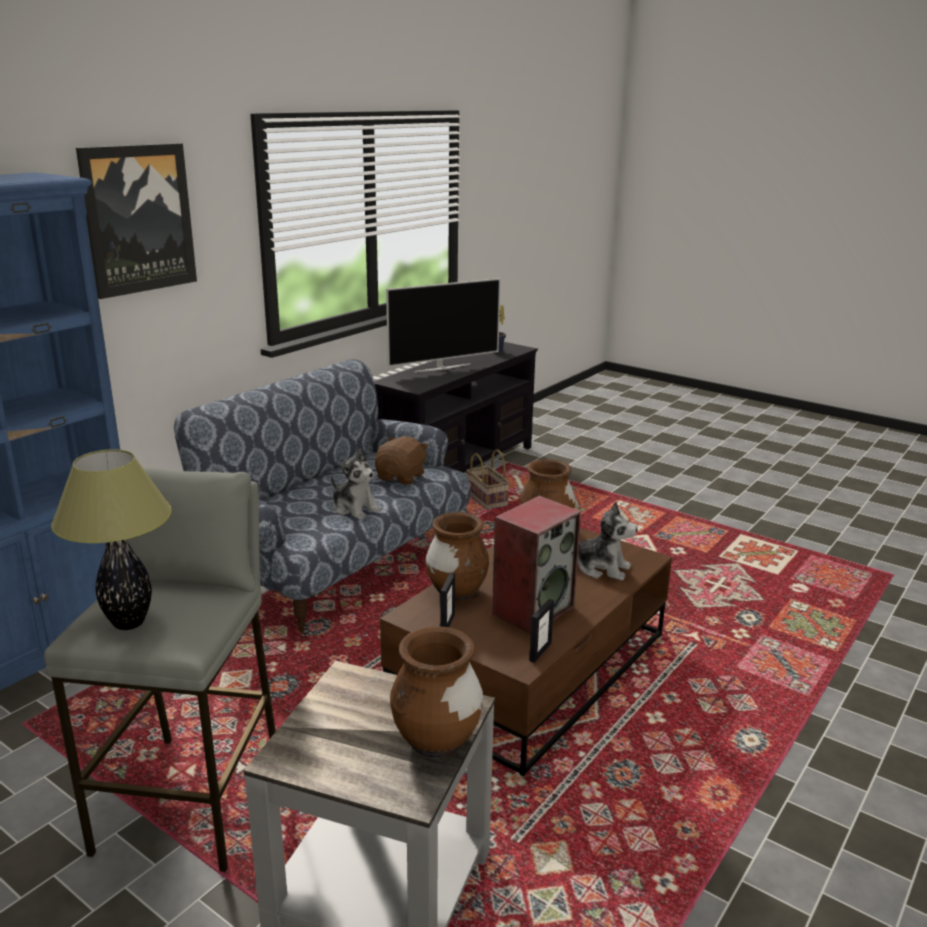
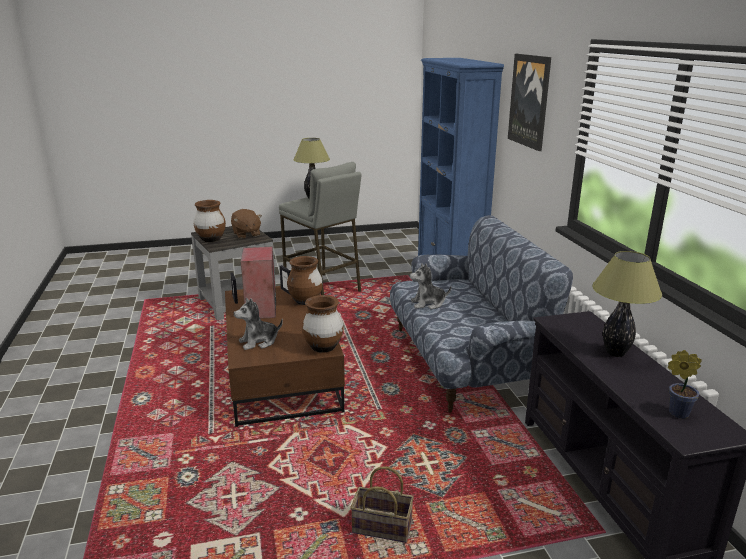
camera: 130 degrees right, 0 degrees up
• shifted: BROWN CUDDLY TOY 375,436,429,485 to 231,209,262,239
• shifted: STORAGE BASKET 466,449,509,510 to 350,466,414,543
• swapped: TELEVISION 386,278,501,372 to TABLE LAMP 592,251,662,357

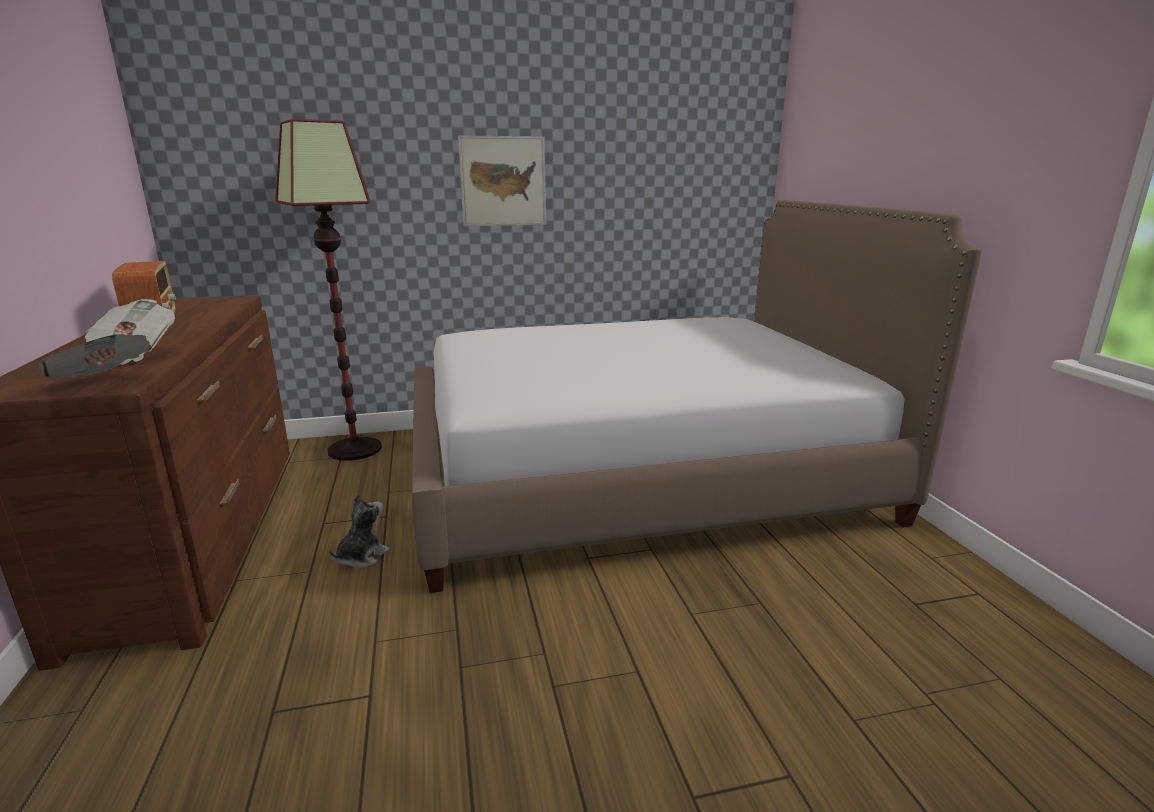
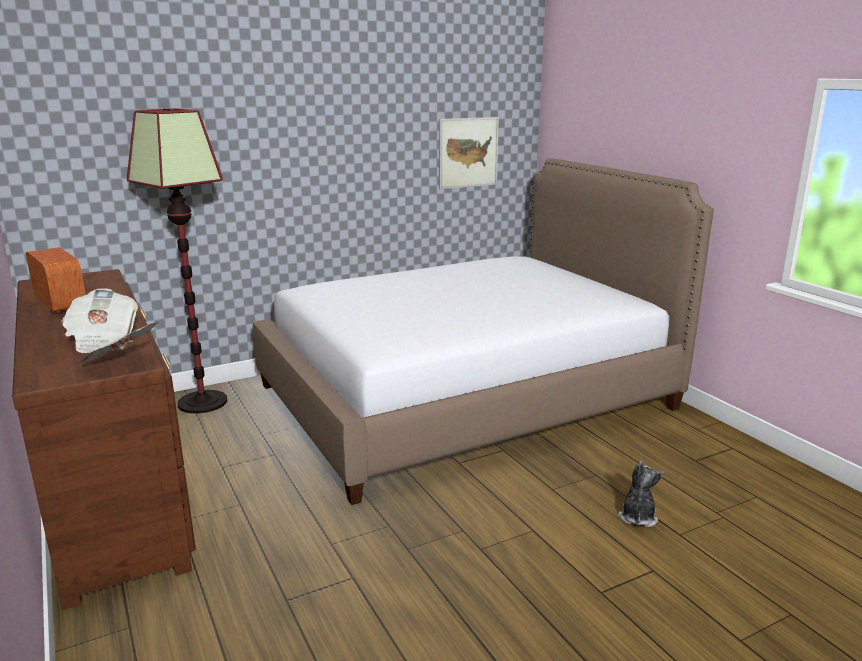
camera: 15 degrees left, 0 degrees up
• shifted: WALL ART 458,135,546,226 to 439,117,499,189
• shifted: CUDDLY TOY 329,494,390,569 to 618,460,664,527

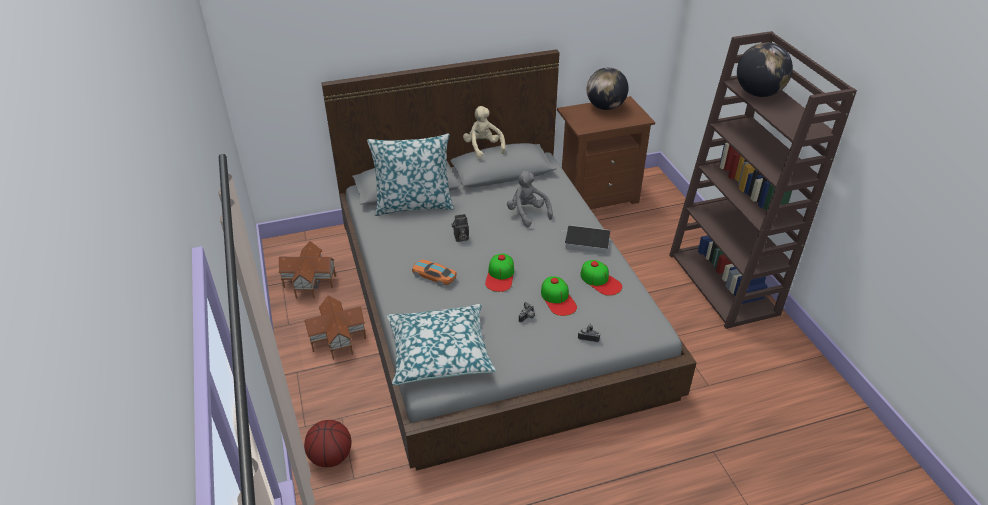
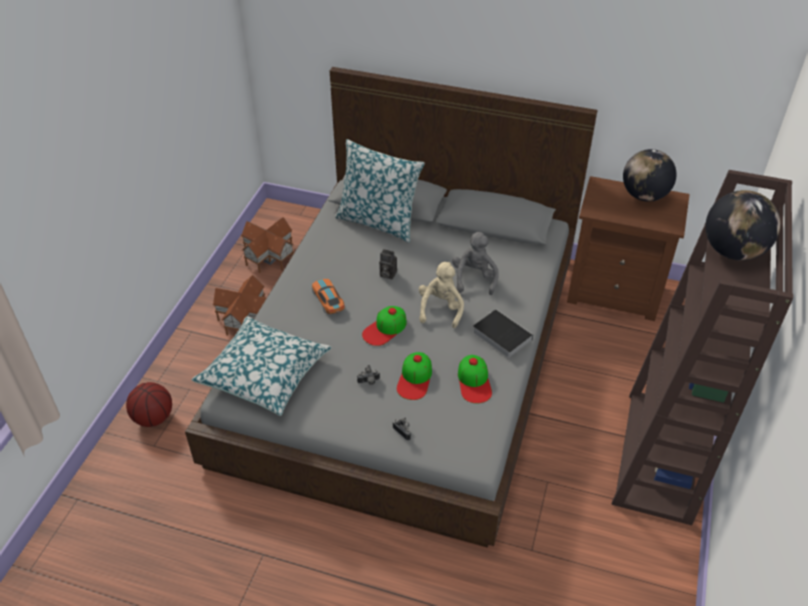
camera: 35 degrees right, 5 degrees up
• shifted: SAND-COLOURED CUDDLY TOY 463,106,505,159 to 419,262,464,328

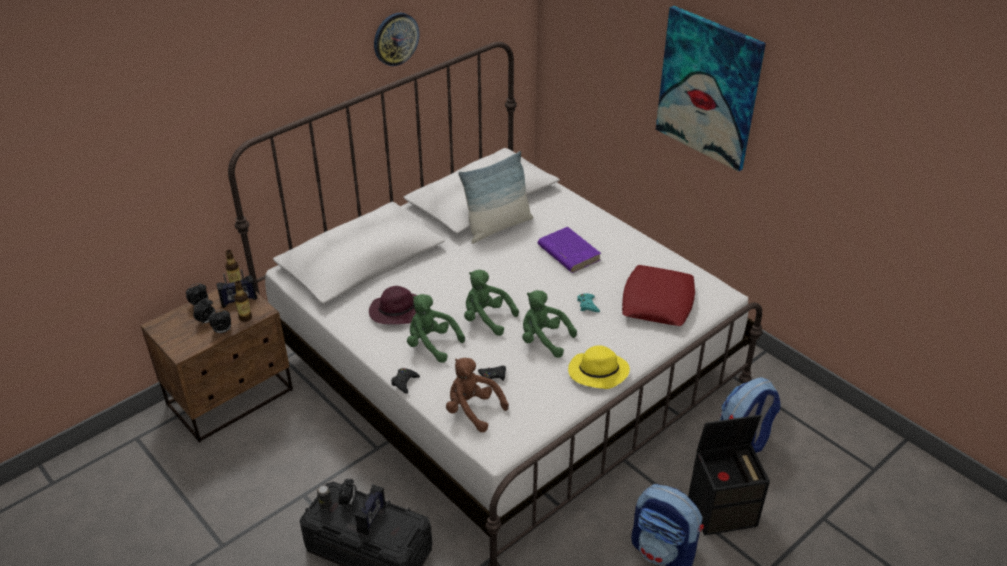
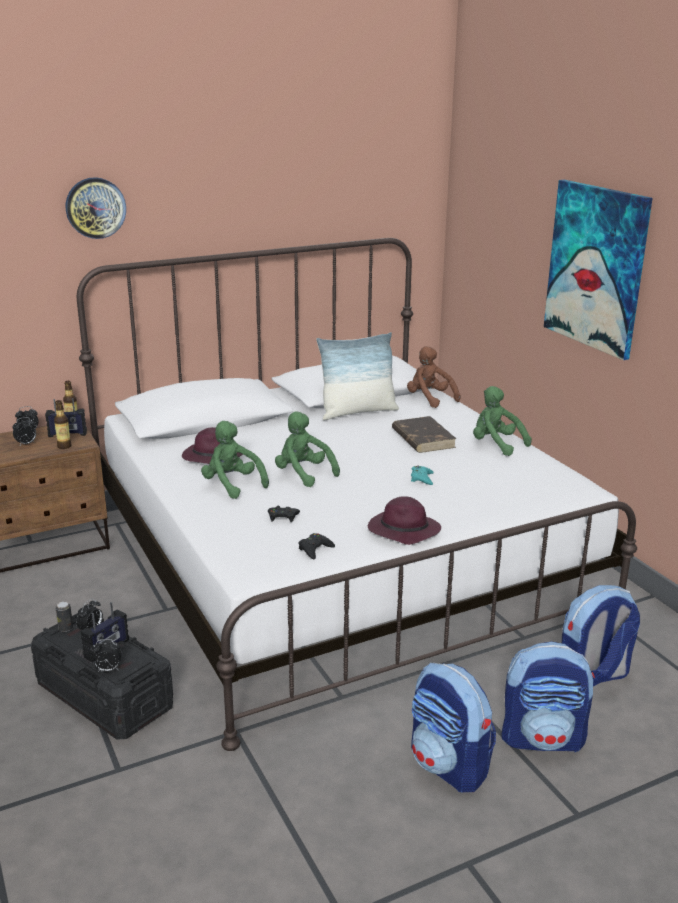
camera: 15 degrees right, 15 degrees down
• shifted: WALL CLOCK 374,13,419,66 to 66,177,126,239
• shifted: TABLE CLOCK 208,310,231,333 to 91,639,122,672
• shifted: BLACKISH JOYPAD 391,368,420,394 to 299,533,335,559
• repainted: YELLOWISH WEARABLE HAT 568,345,630,389 to PURPLE WEARABLE HAT 368,496,441,545
• repainted: PURPLE VOLUME 538,227,601,273 to BROWN VOLUME 392,416,456,453
• shifted: BROWN CUDDLY TOY 446,358,509,432 to 407,346,461,408
• shifted: GREEN CUDDLY TOY 522,290,577,358 to 473,386,532,456
• swapped: BLACKISH STORAGE BIN 688,415,770,535 to KNAPSACK 501,641,595,752
• gone: RED-COLOURED PILLOW 622,265,695,326

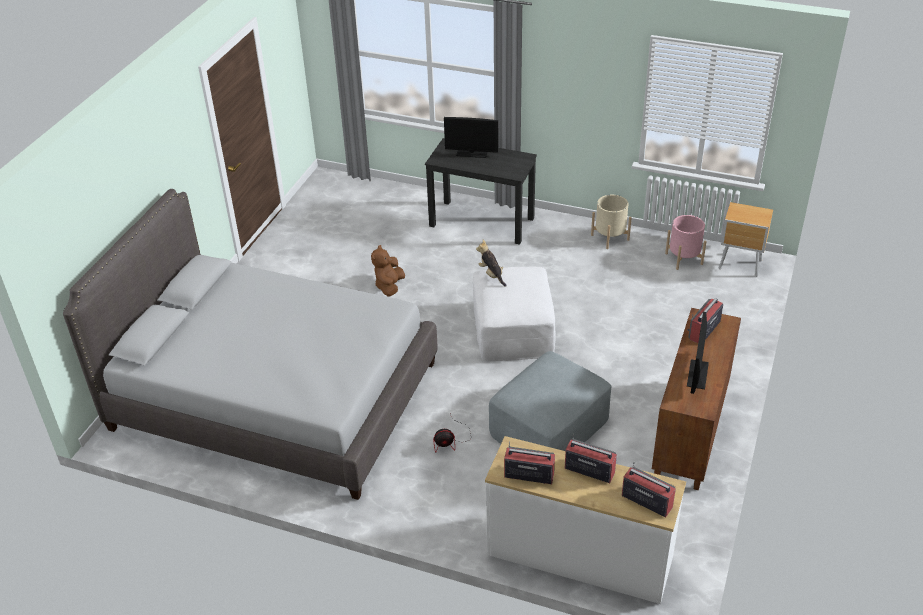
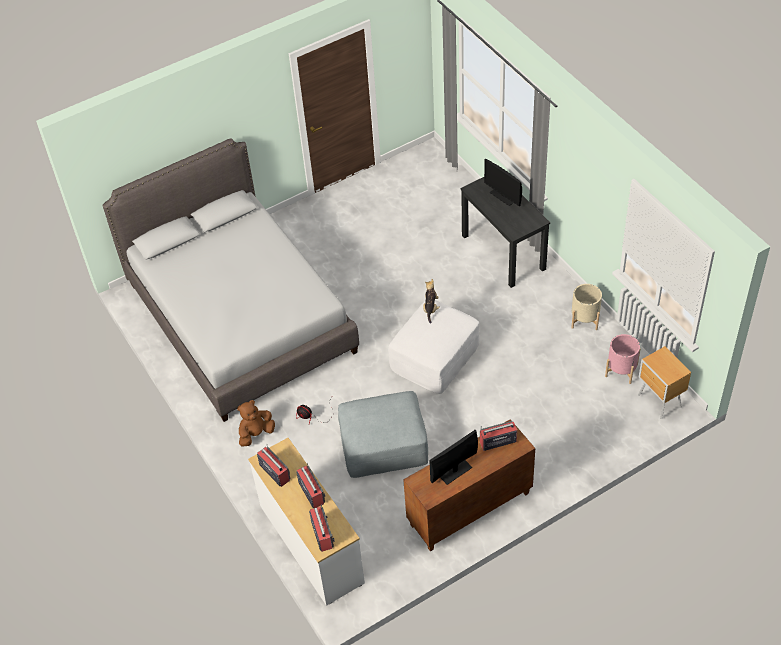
camera: 40 degrees right, 10 degrees up
• shifted: BROWN CUDDLY TOY 371,245,405,297 to 237,400,275,447

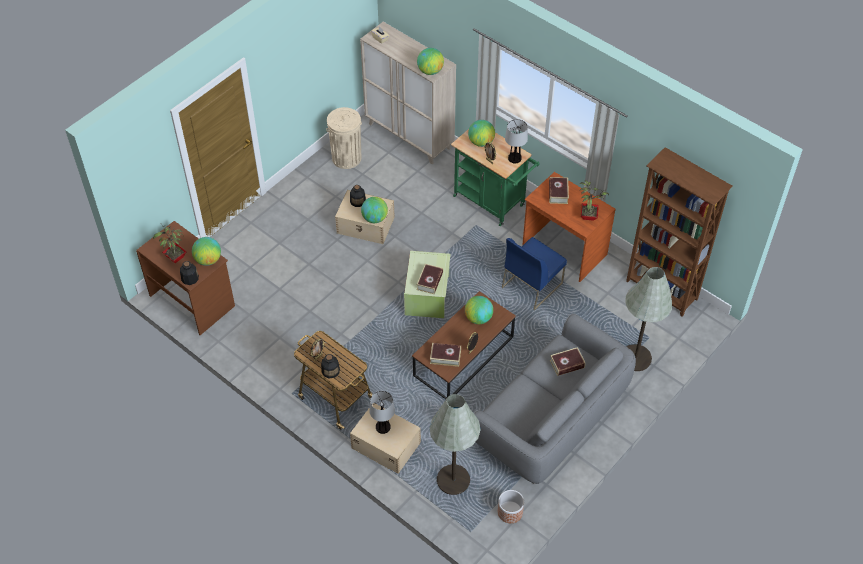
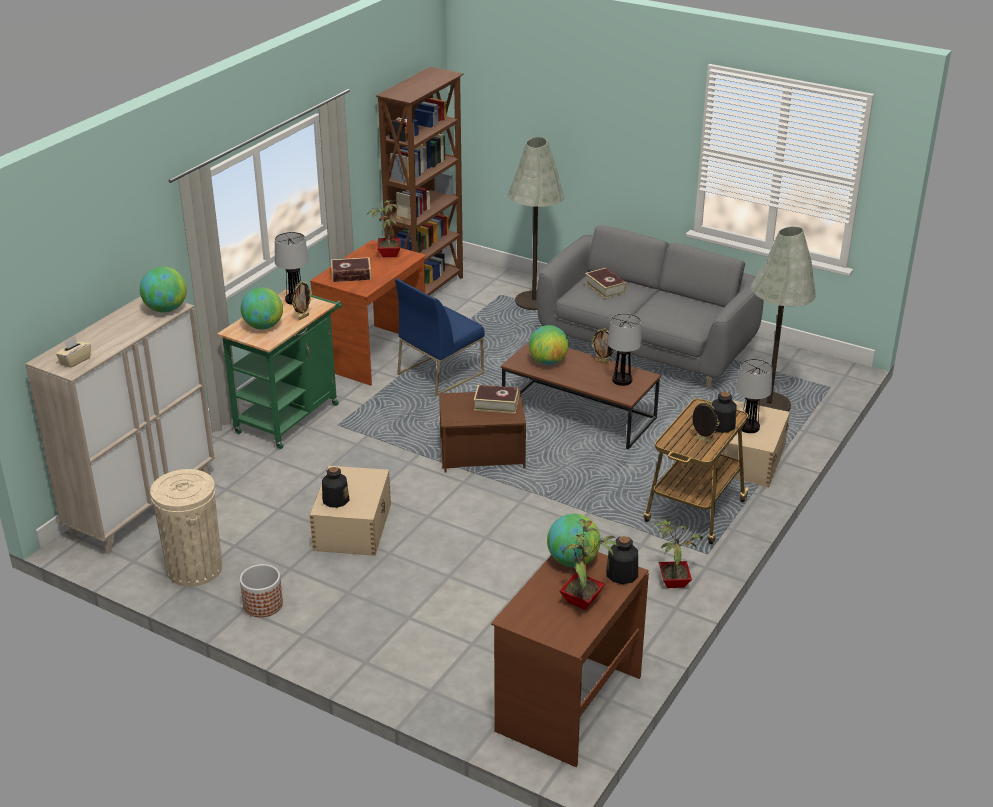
camera: 100 degrees left, 20 degrees down
• shifted: FLOWER POT 498,490,524,523 to 240,564,283,617
• rotated: BLUE UPRIGHT CHAIR 502,237,567,310 = 395,279,485,396 105 degrees clockwise
• repainted: GREEN STORAGE BIN 404,251,451,318 to BROWN STORAGE BIN 439,390,526,473
• swapped: VOLUME 430,343,461,367 to TABLE LAMP 607,313,642,386
• new: PLANT IN A POT 653,519,703,588
• gone: WORLD GLOBE 361,197,388,223

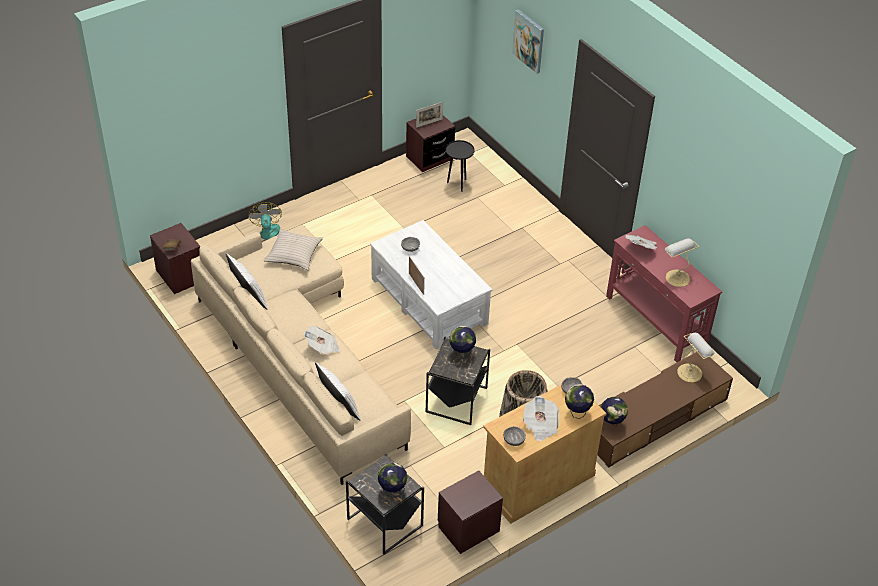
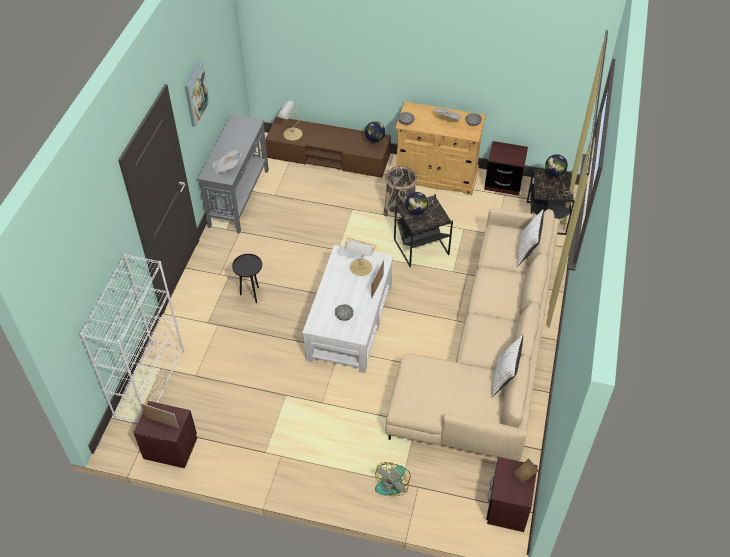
camera: 130 degrees left, 5 degrees up
• new: WHITE-COLOURED BOOKCASE 80,254,184,422
• shifted: WALL ART 512,9,544,74 to 185,60,210,127
• repainted: RED-COLOURED HALL TABLE 606,225,722,362 to GREY HALL TABLE 197,114,269,234
• shifted: BLACKISH ACCENT TABLE 446,140,474,192 to 232,254,262,303
• shifted: TABLE LAMP 665,238,699,287 to 344,238,377,276
• gone: SAND-COLOURED PILLOW 263,229,323,270
• gone: DAILY PAPER 303,326,341,354
• gone: WORLD GLOBE 565,384,594,419

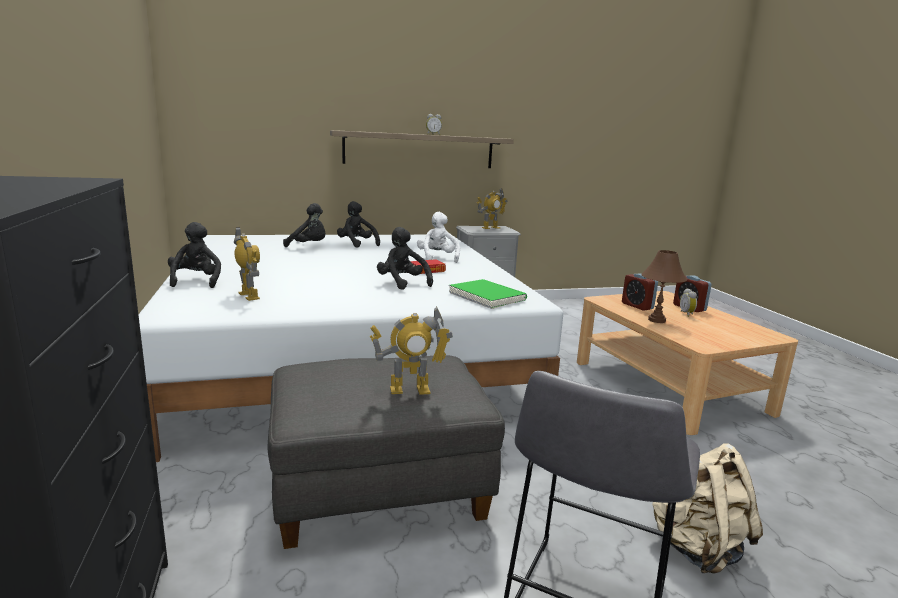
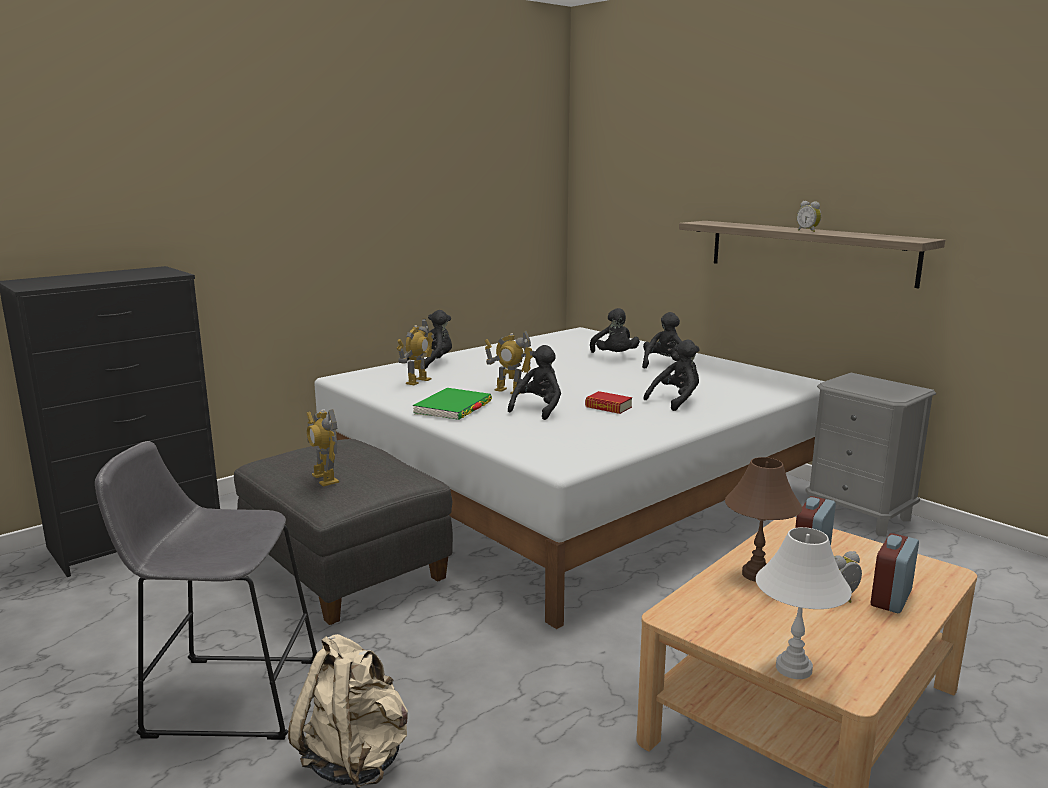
camera: 65 degrees right, 0 degrees up
• shifted: GREEN VOLUME 449,279,527,309 to 412,388,492,420
• shifted: TOY ROBOT 477,188,508,229 to 485,331,534,395
• repainted: WHITE-COLOURED CUDDLY TOY 417,212,460,263 to BLACKISH CUDDLY TOY 643,339,700,411
• new: WHITE-COLOURED TABLE LAMP 756,527,852,679

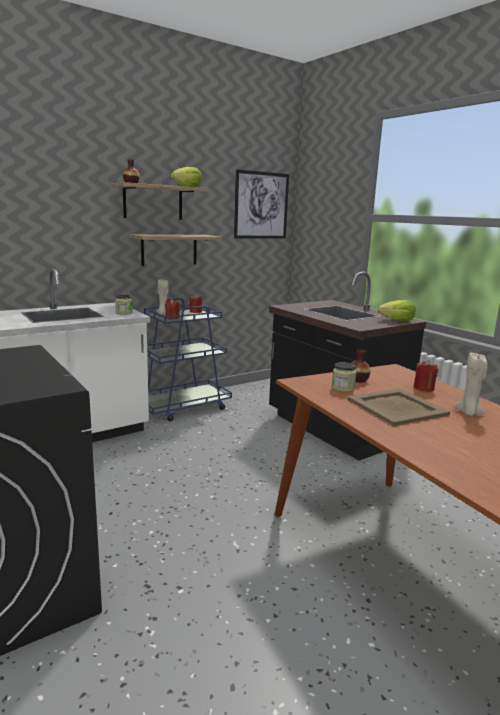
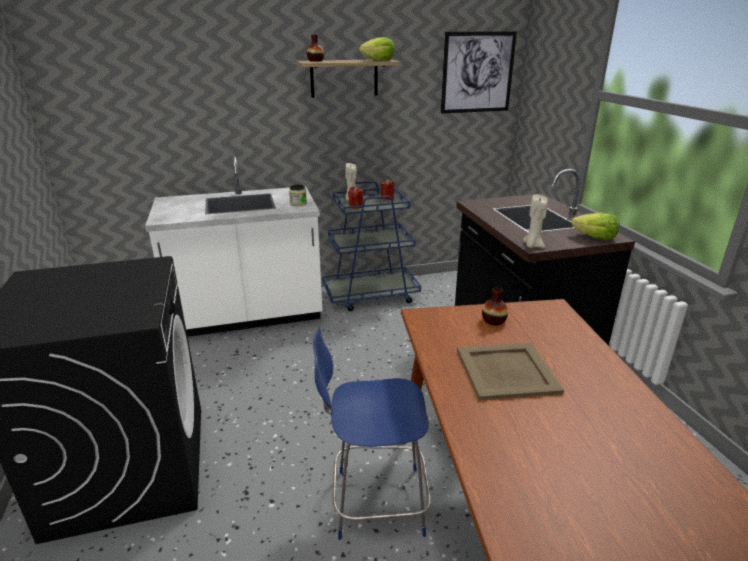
camera: 20 degrees right, 10 degrees up
• new: BLUE UPRIGHT CHAIR 313,328,431,540
• shifted: SAND-COLOURED CANDLE 453,352,488,416 to 523,194,548,248
• gone: WALL SHELF 130,234,222,266
• gone: STORAGE JAR 332,362,357,392
• gone: RED-COLOURED CANDLE 413,360,438,392

